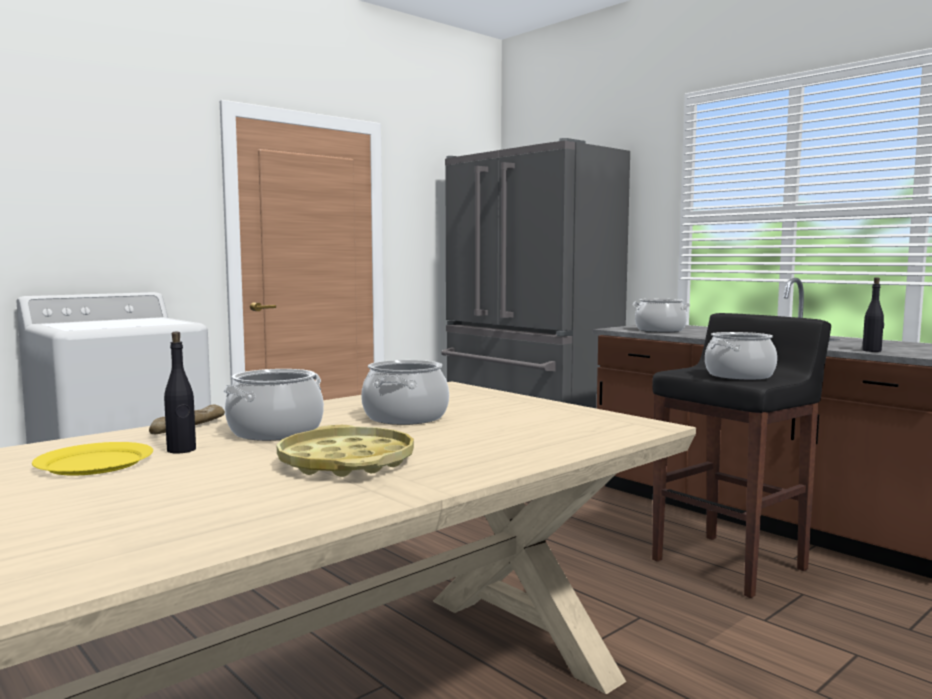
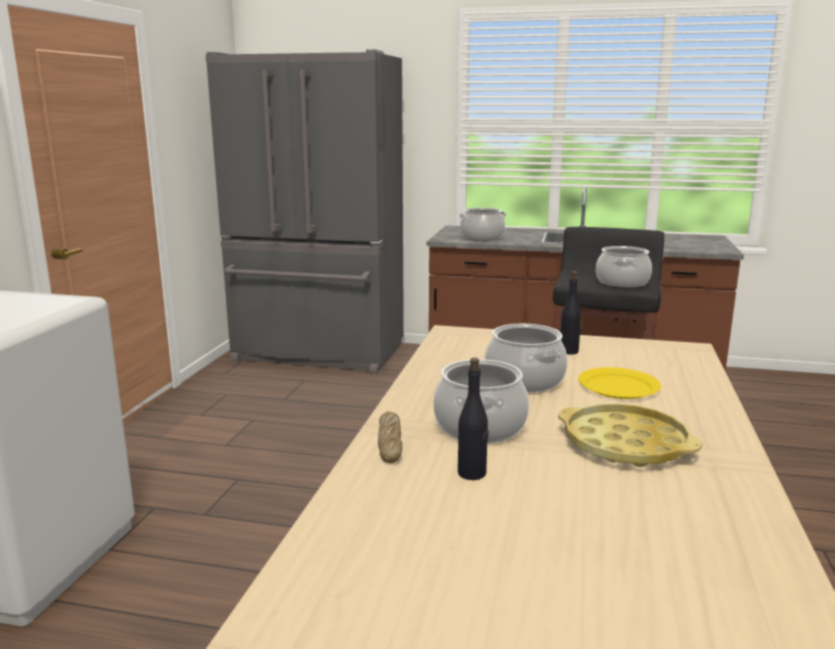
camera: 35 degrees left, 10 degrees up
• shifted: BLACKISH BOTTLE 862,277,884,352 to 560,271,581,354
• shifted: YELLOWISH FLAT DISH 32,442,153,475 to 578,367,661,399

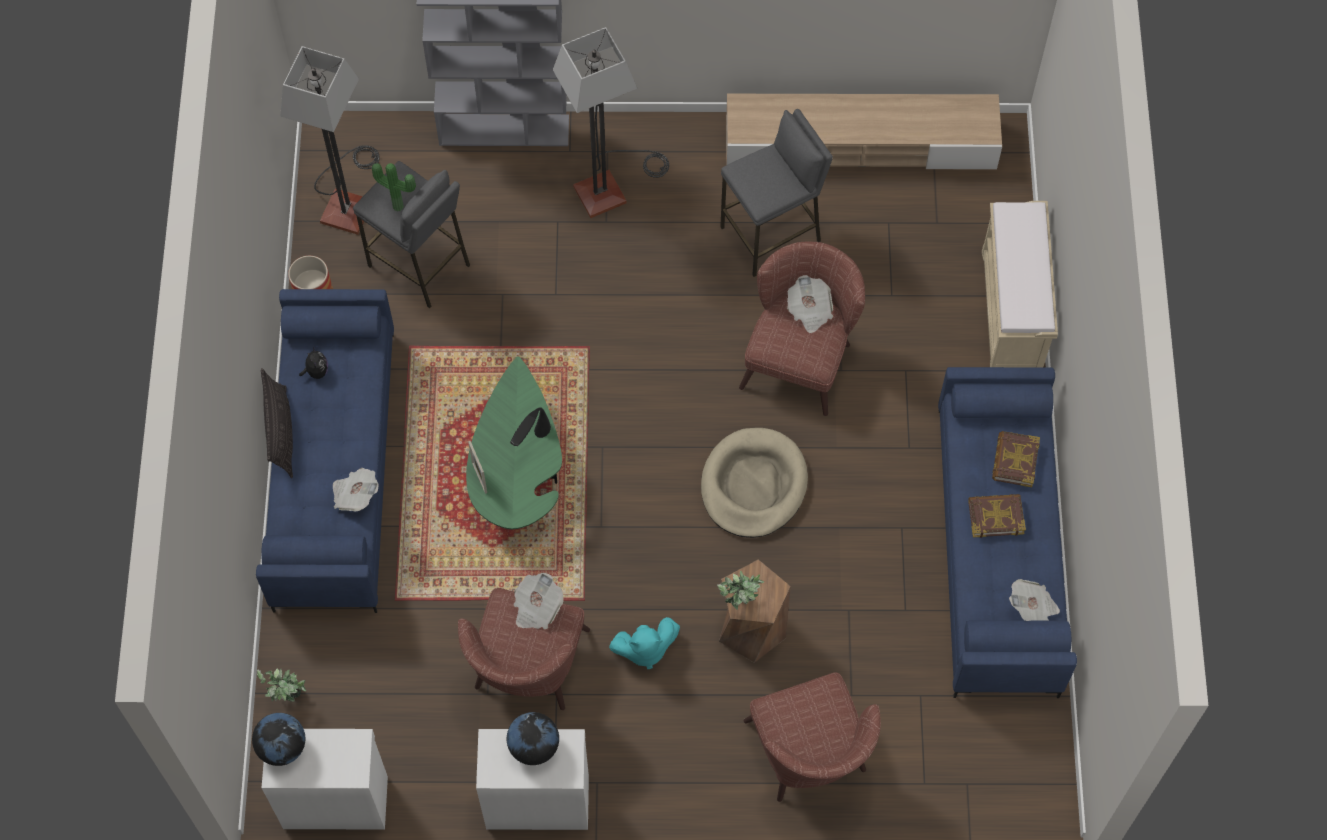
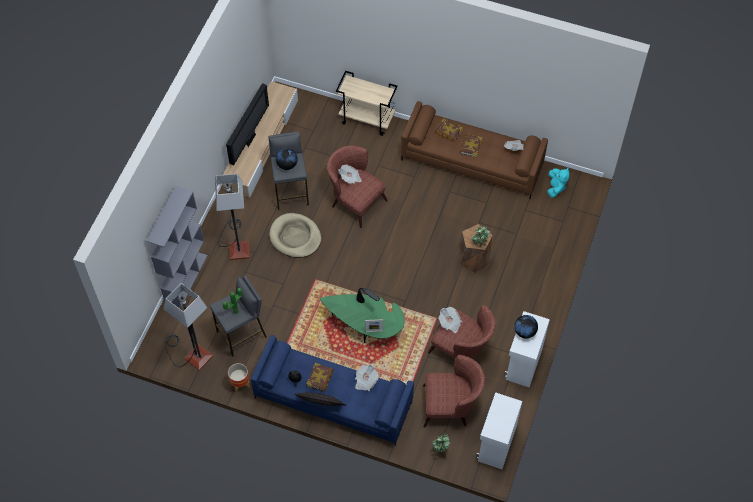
camera: 70 degrees left, 5 degrees down
• new: TELEVISION 226,83,269,165
• shifted: SAND-COLOURED DOG BED 701,428,808,538 to 269,213,322,258
• shifted: WORLD GLOBE 252,713,305,766 to 276,148,298,170
• new: VOLUME 307,363,333,392
• swapped: SAND-COLOURED INDOOR BENCH 982,201,1058,367 to SAND-COLOURED WHEELED CART 336,71,398,136
• repainted: BLUE COUCH 938,367,1077,698 to BROWN COUCH 401,101,548,199
• shifted: BROWN LOUNGE CHAIR 744,673,881,802 to 423,355,485,427
• shifted: TURQUOISE-COLOURED CUDDLY TOY 609,617,680,669 to 547,168,570,198

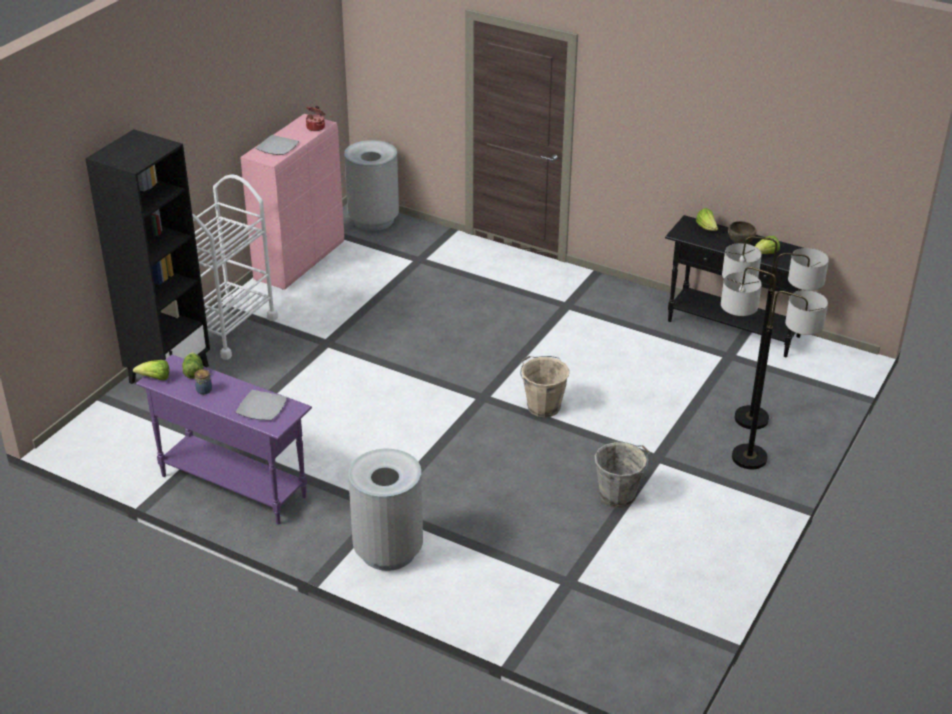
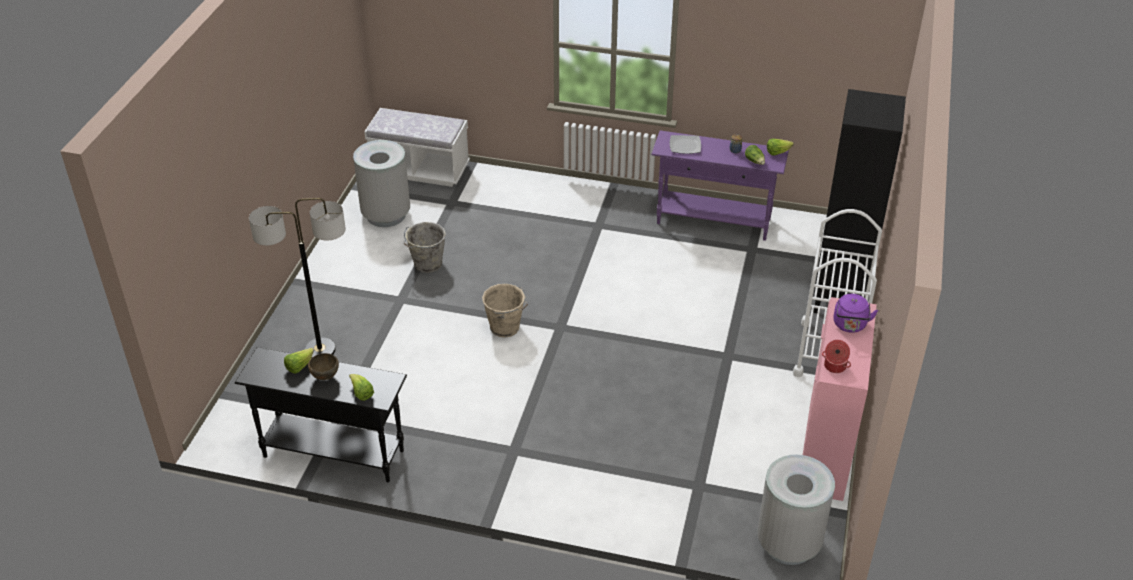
camera: 165 degrees right, 5 degrees up
• shifted: GREY TRASH CAN 348,449,423,571 to 353,140,410,227
• new: WHITE-COLOURED INDOOR BENCH 364,108,470,187
• swapped: FLAT DISH 256,135,299,155 to PURPLE WATER KETTLE 833,294,878,333
• gone: FLOOR LAMP 721,267,828,469

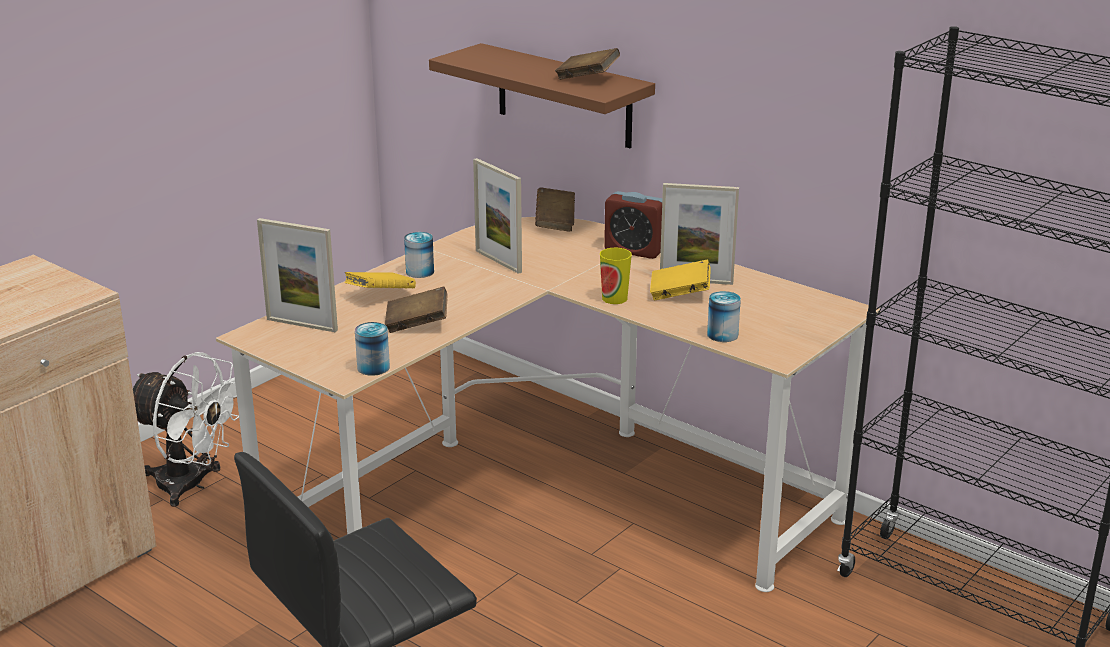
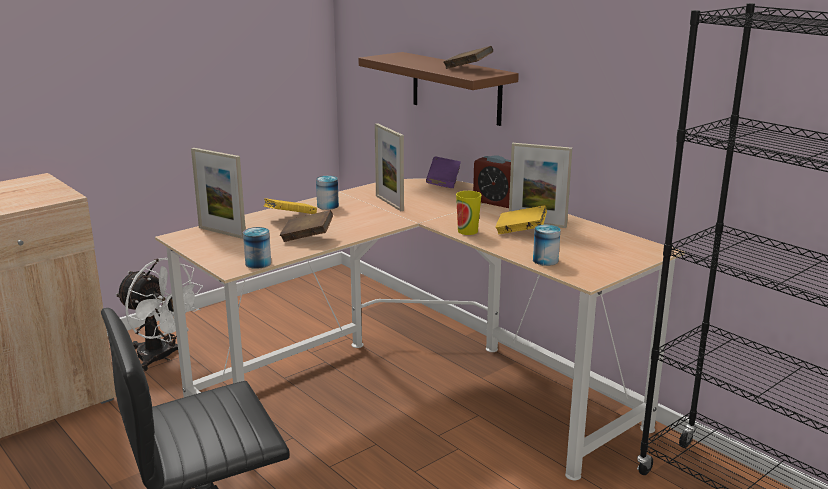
camera: 10 degrees right, 5 degrees down
• repainted: BROWN VOLUME 535,188,575,231 to PURPLE VOLUME 426,157,461,188

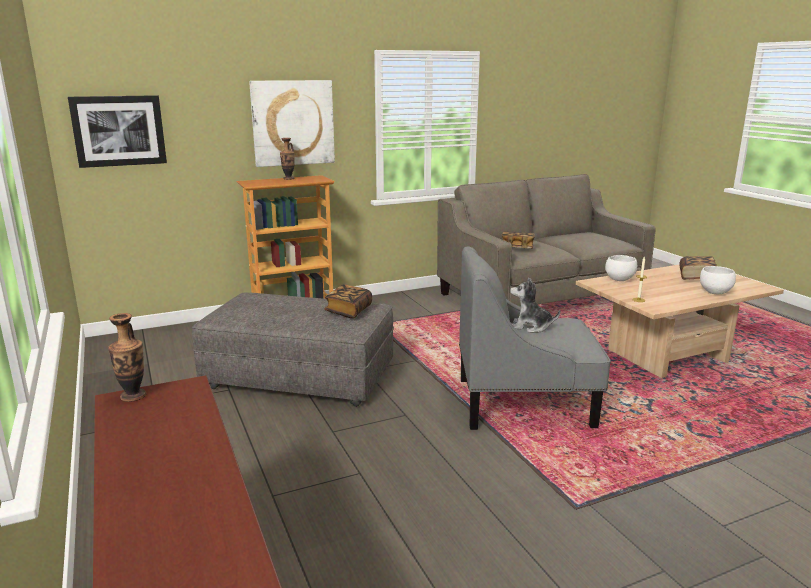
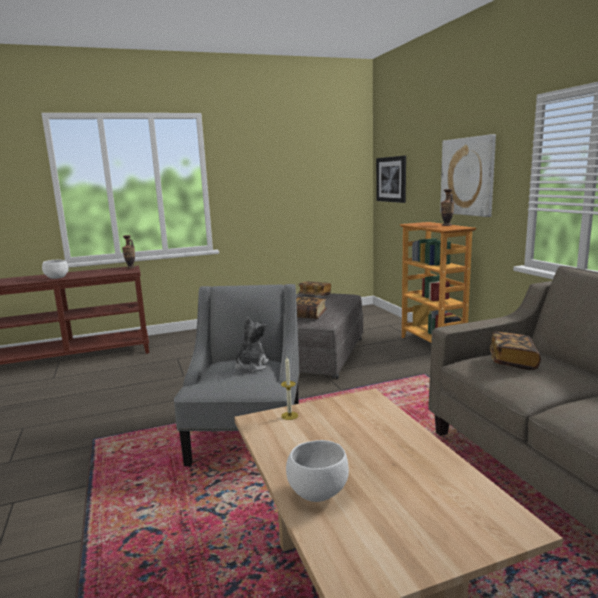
camera: 95 degrees right, 5 degrees down
• shifted: WHITE-COLOURED SERVING BOWL 605,255,637,281 to 42,260,69,279
• shifted: VOLUME 679,256,717,280 to 298,281,331,296

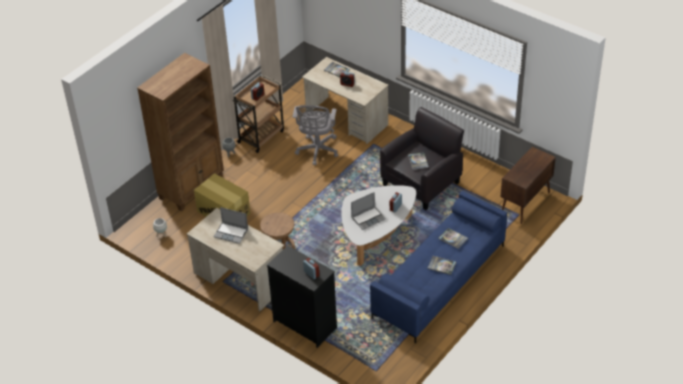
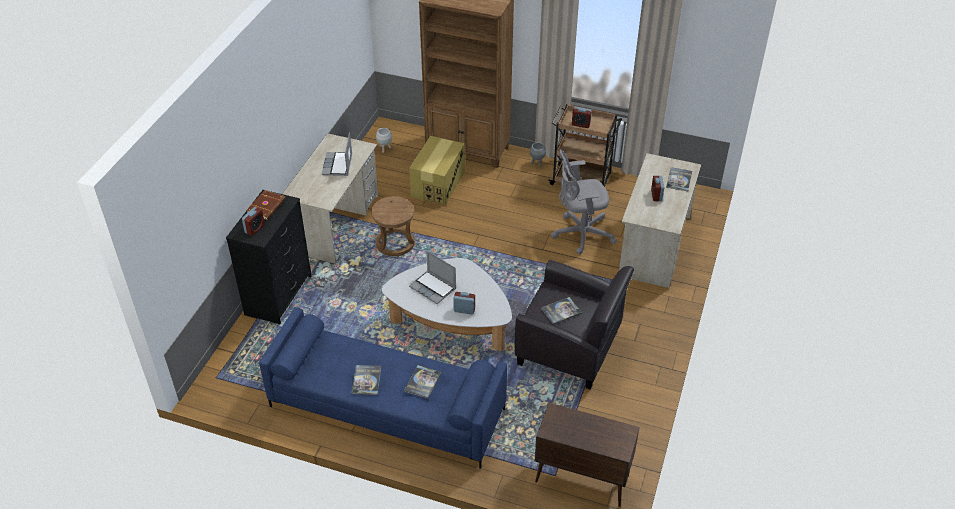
camera: 70 degrees right, 0 degrees up
• new: BROWN VOLUME 246,190,286,220

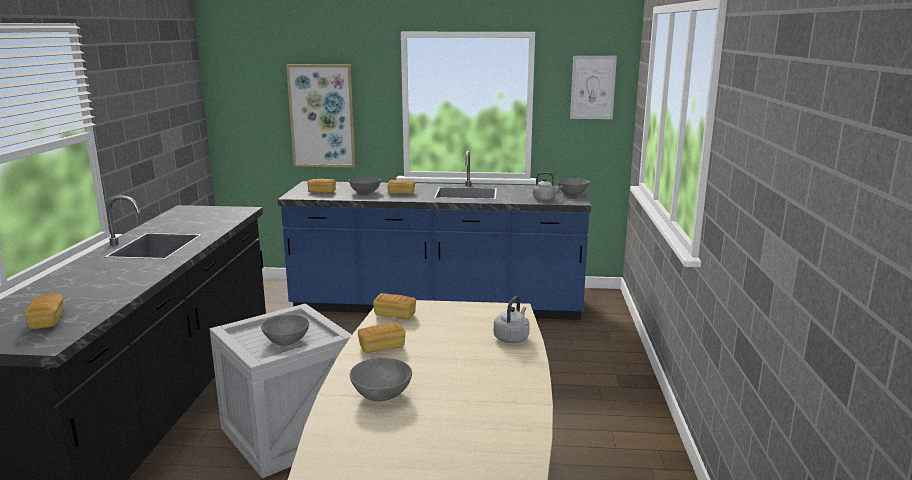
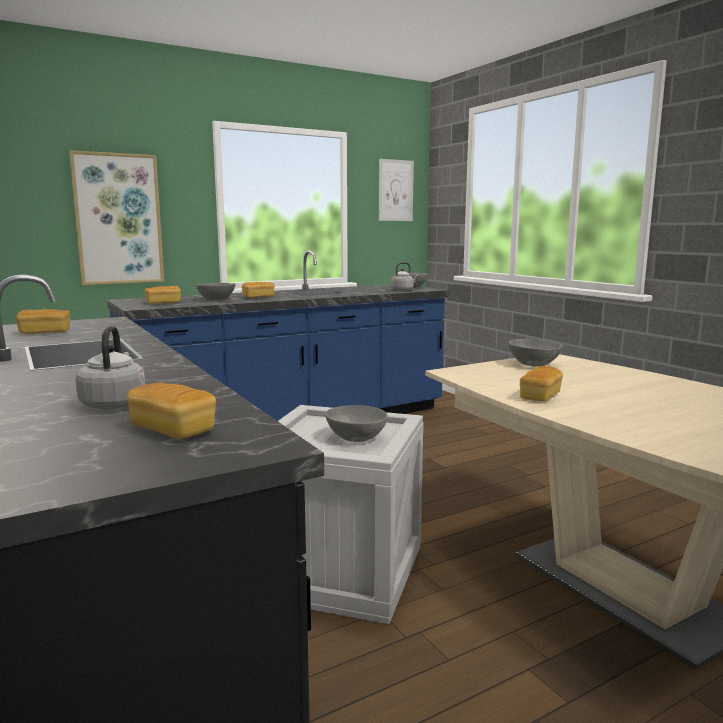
camera: 35 degrees left, 5 degrees down
• shifted: BREAD 373,293,416,319 to 16,309,70,334
• shifted: GREY WATER KETTLE 494,296,530,343 to 76,326,145,409
• shifted: GREY SERVING BOWL 350,358,412,401 to 508,339,562,367

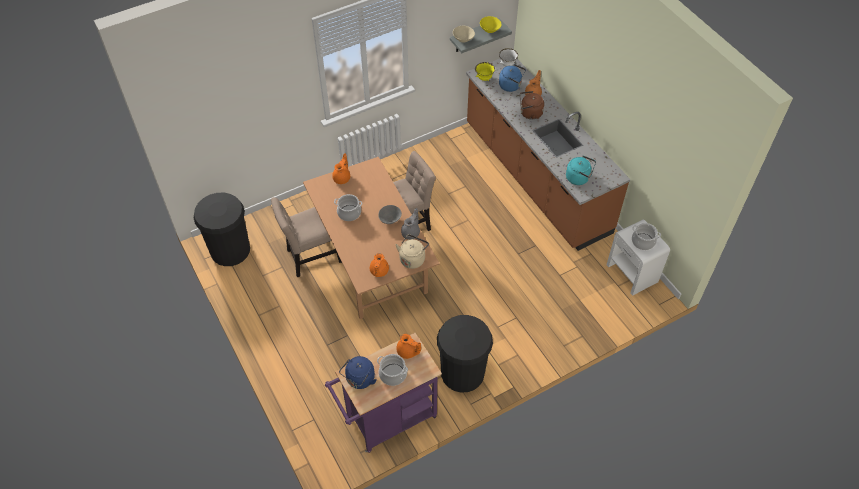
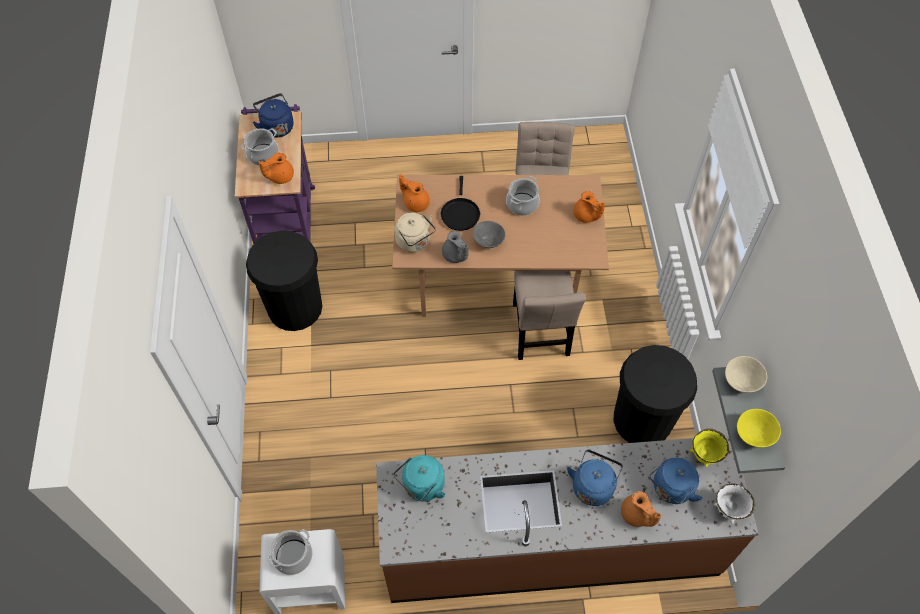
camera: 115 degrees right, 5 degrees up
• new: BLACKISH PAN 441,176,480,231
• repainted: BROWN WATER KETTLE 520,91,544,120 to BLUE WATER KETTLE 567,450,623,506
• shifted: BLACKISH TRASH CAN 194,193,250,266 to 614,345,697,443

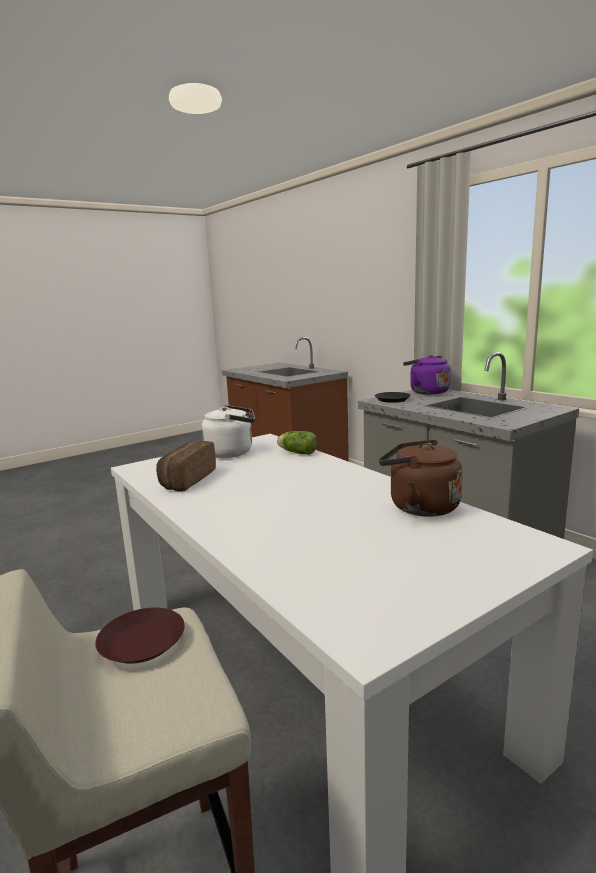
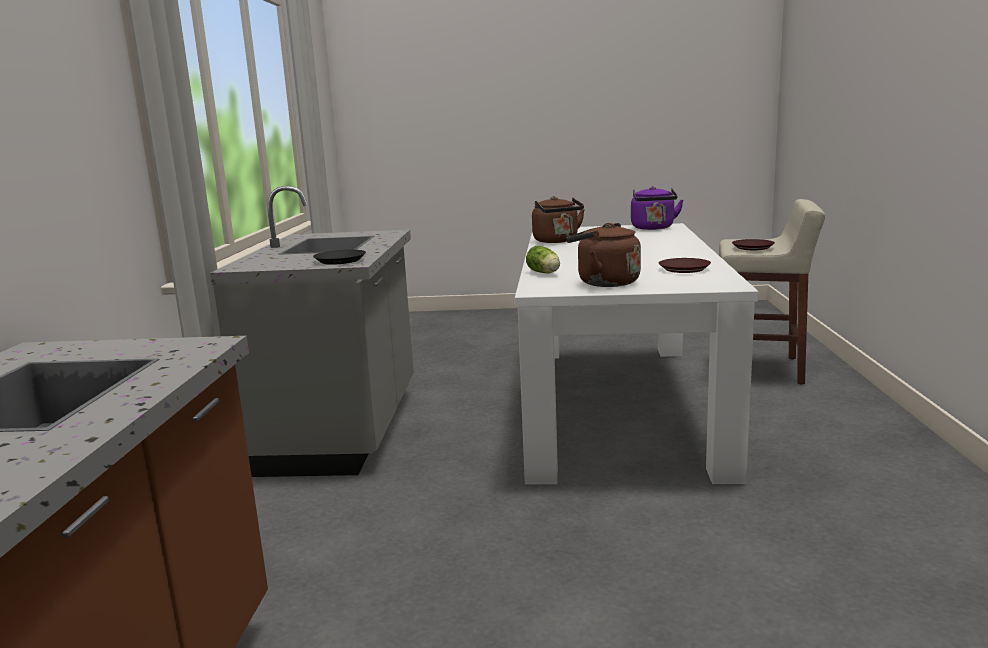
camera: 140 degrees left, 0 degrees up
• repainted: WHITE-COLOURED WATER KETTLE 202,405,255,458 to BROWN WATER KETTLE 566,223,641,287
• shifted: PURPLE WATER KETTLE 403,355,451,395 to 631,186,684,230
• swapped: BREAD 156,441,216,492 to BROWN FLAT DISH 659,258,711,273

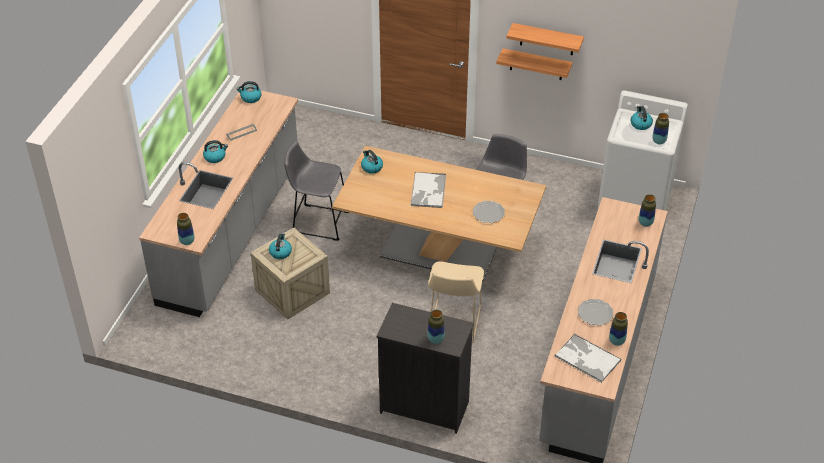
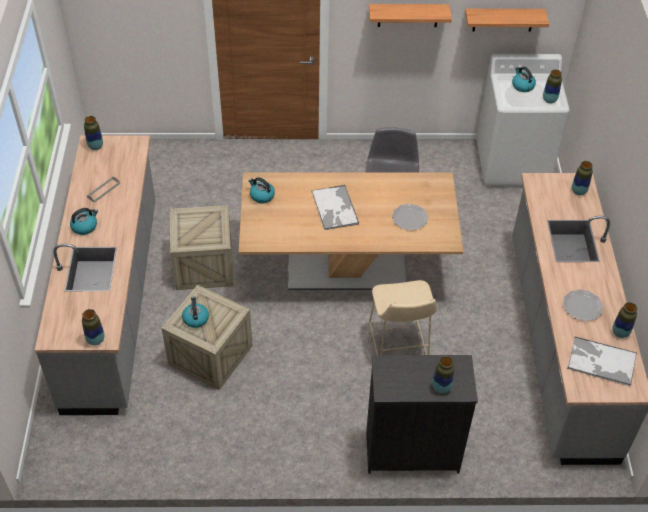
camera: 20 degrees left, 5 degrees up
• swapped: WATER KETTLE 237,81,262,103 to DECORATIVE VASE 84,116,103,150
• swapped: GREY STOOL 284,141,349,241 to SHIPPING CRATE 170,205,234,290
• shifted: WALL SHELF 496,48,572,80 to 465,9,549,32

